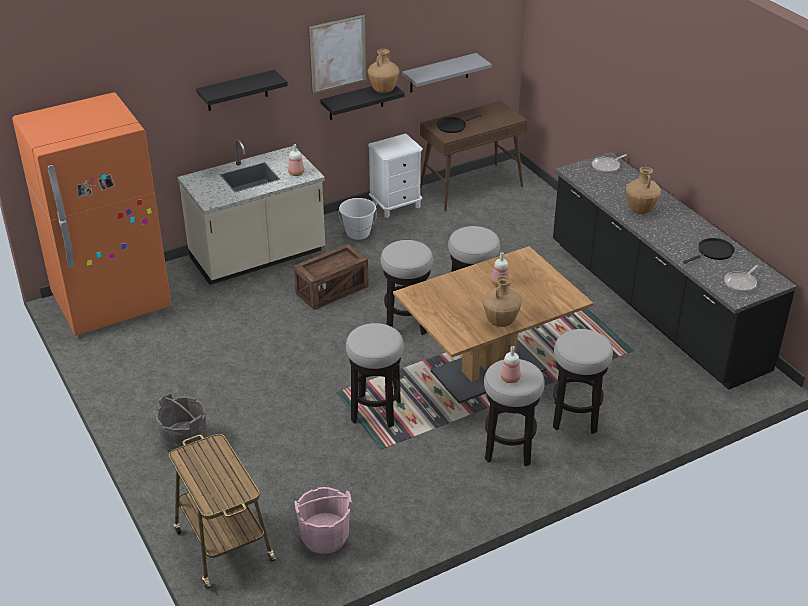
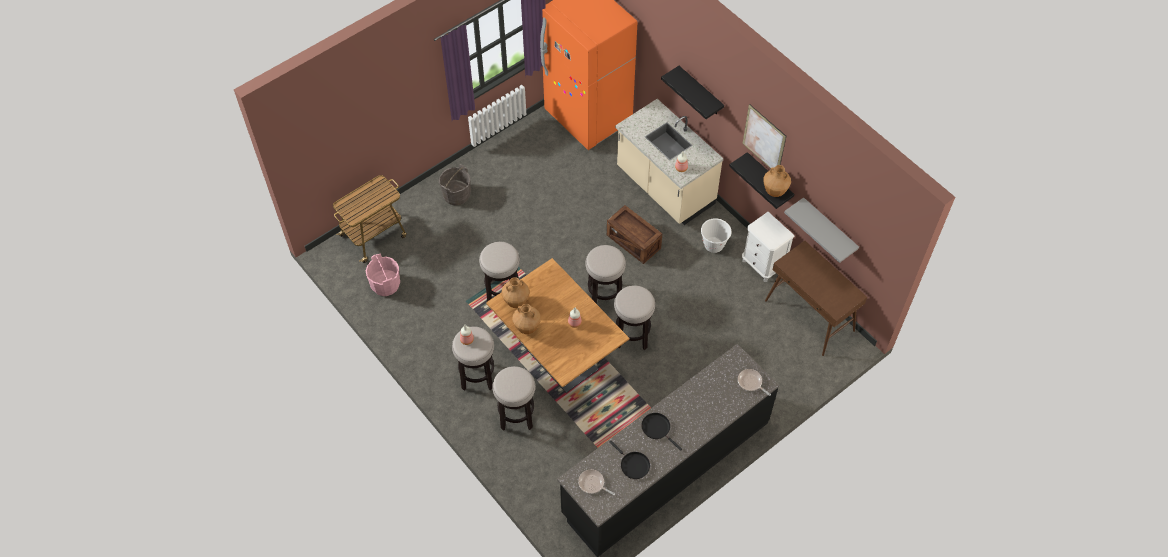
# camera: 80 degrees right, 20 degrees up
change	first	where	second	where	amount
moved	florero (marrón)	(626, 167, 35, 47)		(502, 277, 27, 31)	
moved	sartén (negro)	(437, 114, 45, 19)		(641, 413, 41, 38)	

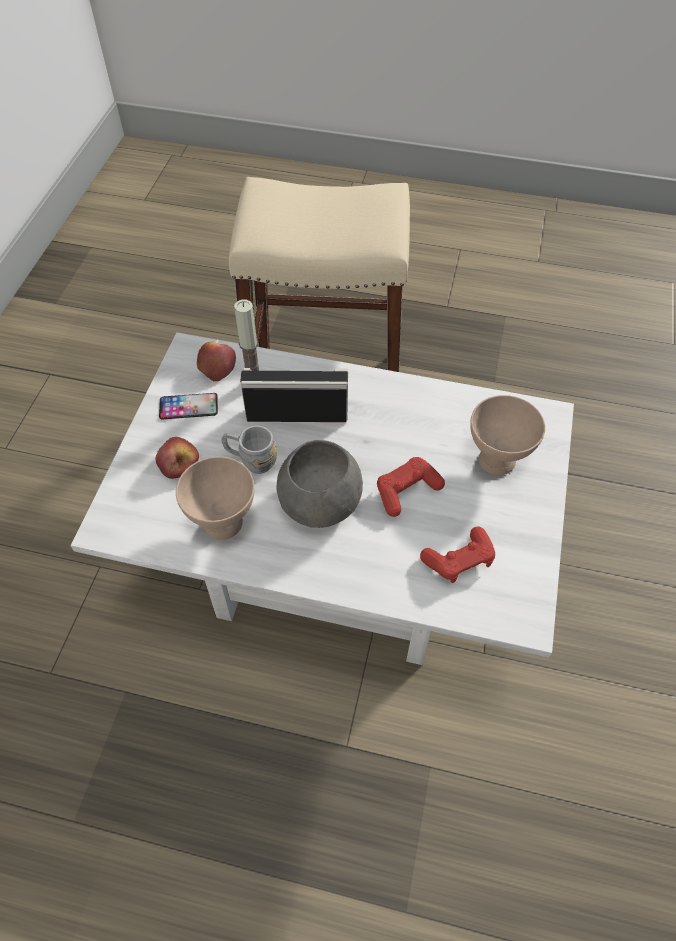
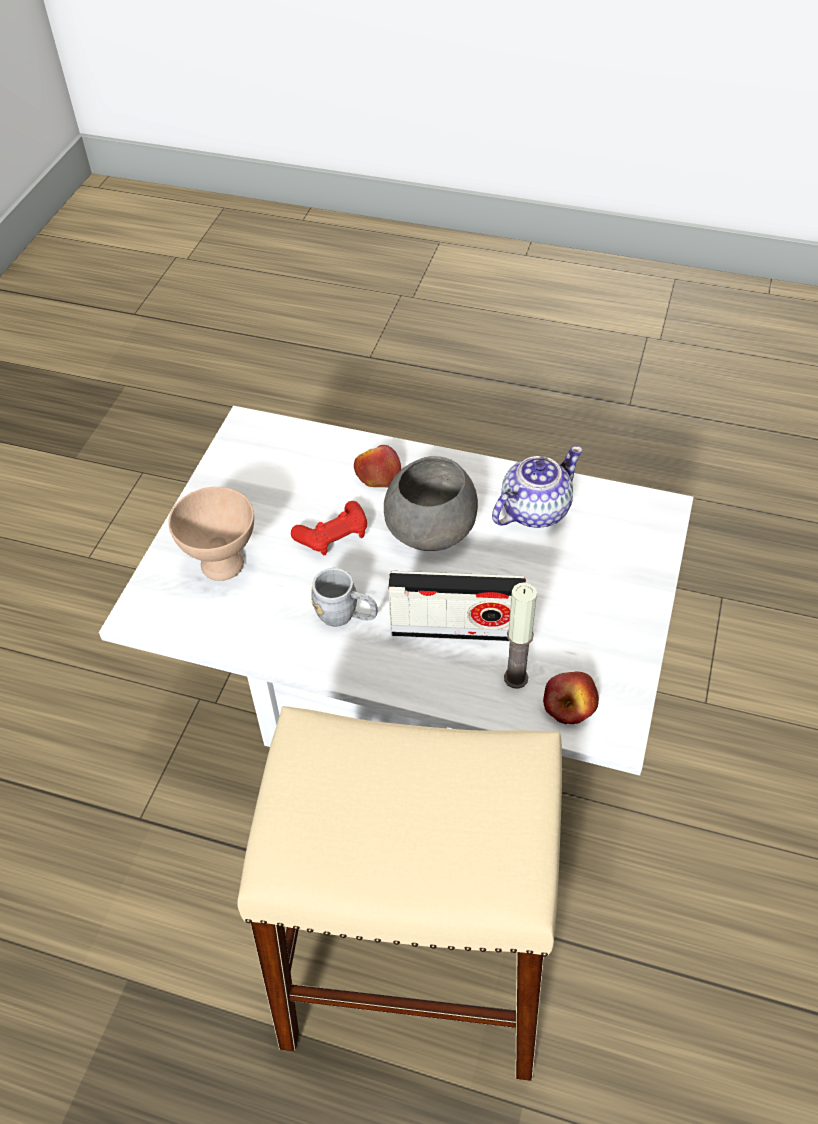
# camera: 175 degrees left, 5 degrees down
change	first	where	second	where	amount
moved	taza grande (gris)	(221, 426, 56, 48)		(311, 568, 67, 59)	
moved	manzana	(156, 437, 43, 42)		(354, 445, 47, 43)	
replaced	cuenco (beis)	(176, 457, 79, 83)	tetera	(492, 446, 91, 82)	
removed	móvil	(159, 393, 59, 26)			
removed	mando de consola (rojo)	(420, 526, 75, 57)			

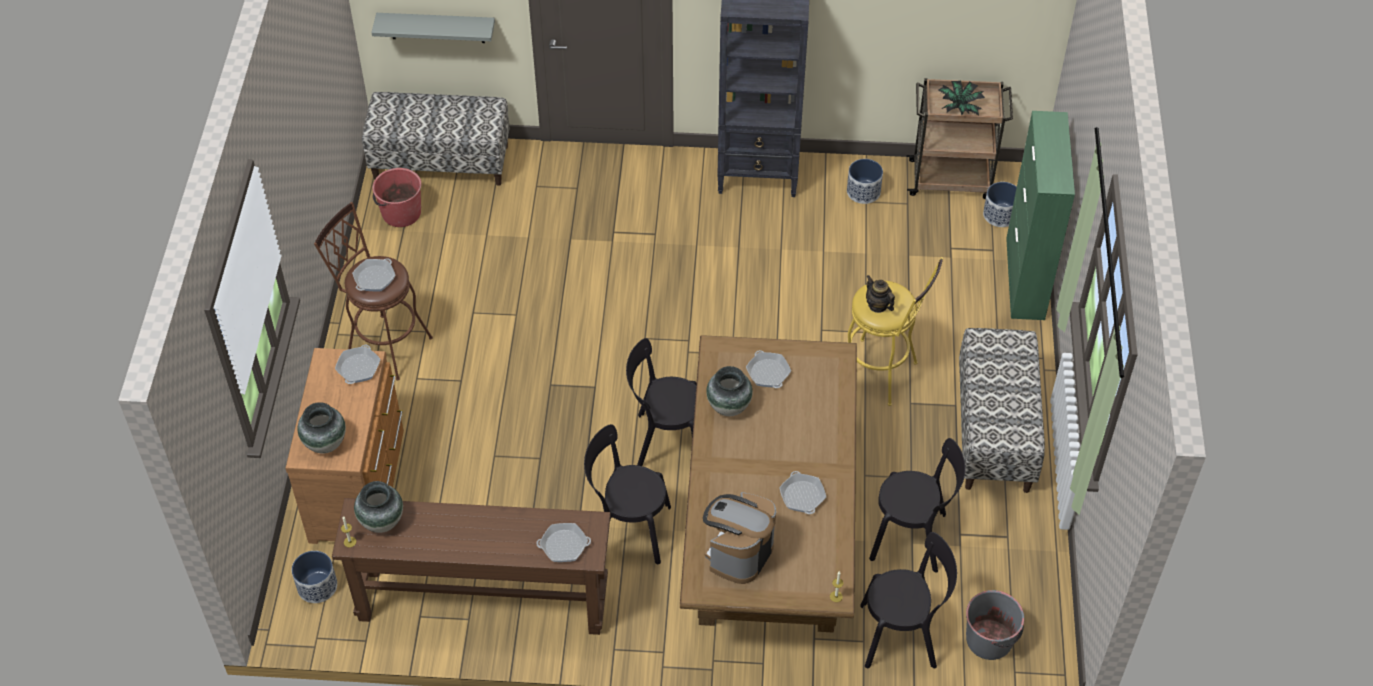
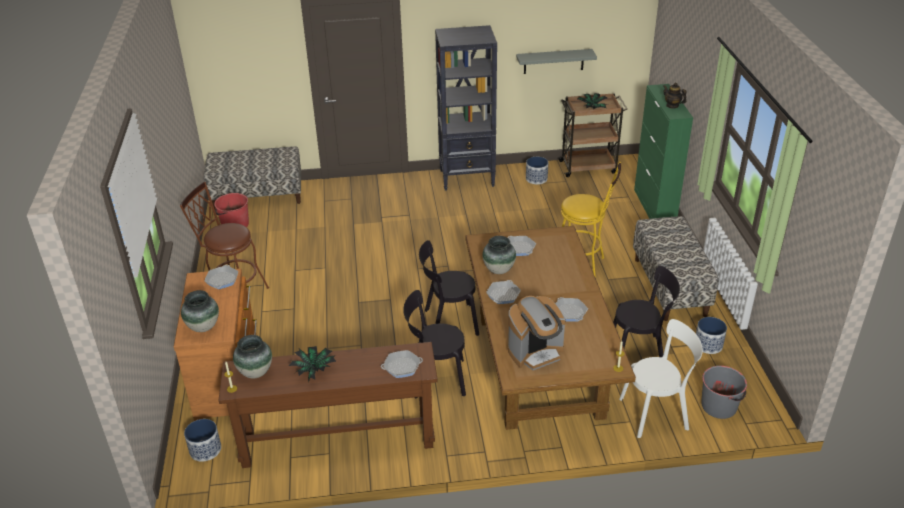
# camera: 10 degrees left, 15 degrees down
change	first	where	second	where	amount
added			planta en maceta	(289, 346, 47, 36)	
moved	sartén	(352, 259, 44, 33)		(486, 280, 35, 24)	
turned	cafetera	(703, 492, 73, 92)		(508, 296, 58, 74)	135 degrees counterclockwise
moved	estante (gris)	(371, 13, 124, 30)		(516, 49, 81, 25)	
recoloured	silla (negro)	(860, 532, 97, 137)	silla (blanco)	(619, 319, 84, 119)	
moved	tetera	(866, 275, 29, 38)		(663, 83, 23, 26)	
moved	maceta	(983, 182, 34, 45)		(696, 317, 31, 37)	

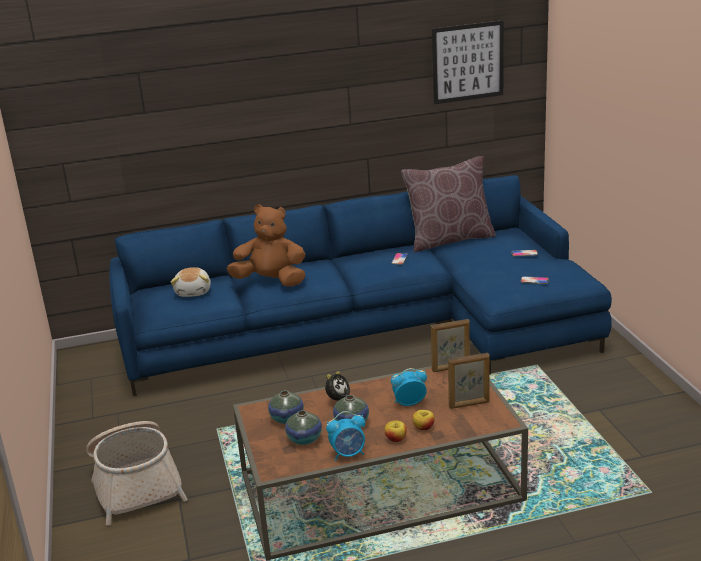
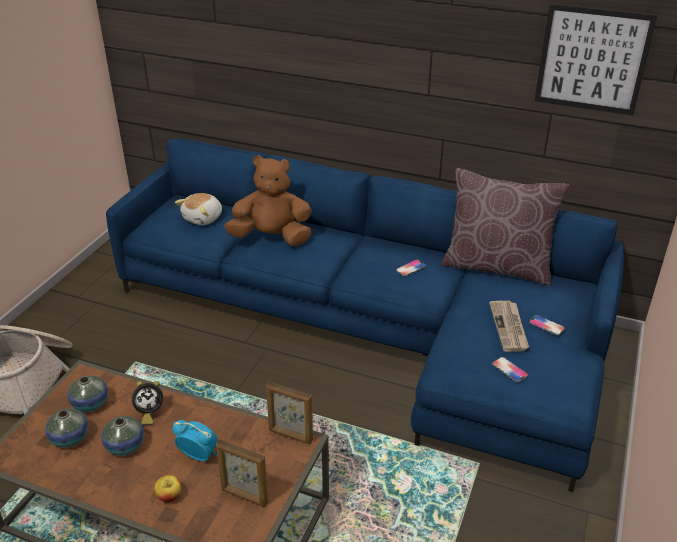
# camera: 35 degrees right, 10 degrees up
change	first	where	second	where	amount
turned	peluche (marrón)	(227, 204, 78, 83)		(224, 155, 88, 91)	45 degrees counterclockwise
added			periódico	(489, 301, 40, 51)	
removed	despertador	(326, 411, 39, 50)			
removed	manzana	(385, 420, 22, 22)			

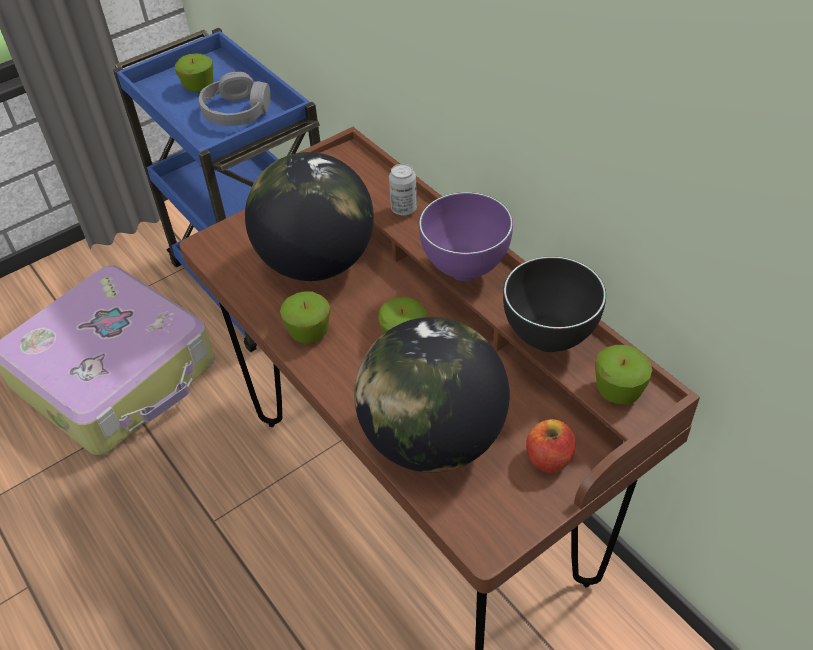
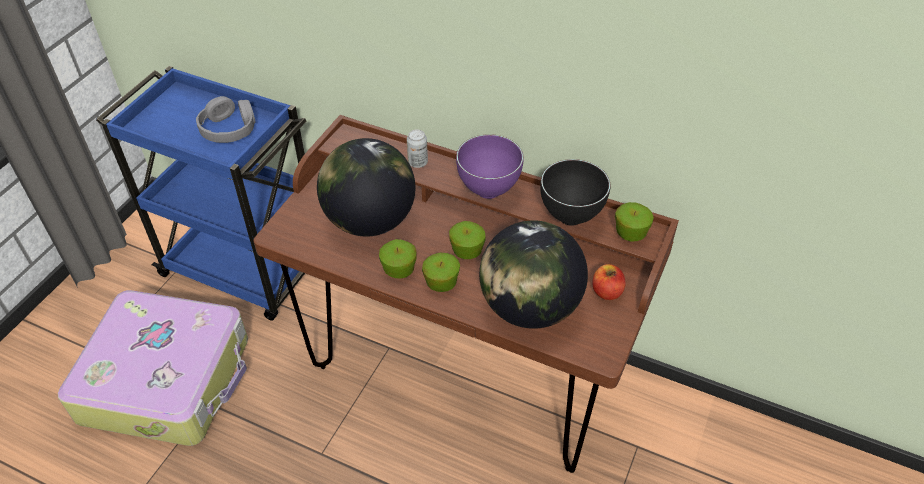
# camera: 30 degrees left, 0 degrees up
change	first	where	second	where	amount
moved	manzana	(175, 54, 39, 39)		(422, 253, 38, 39)	

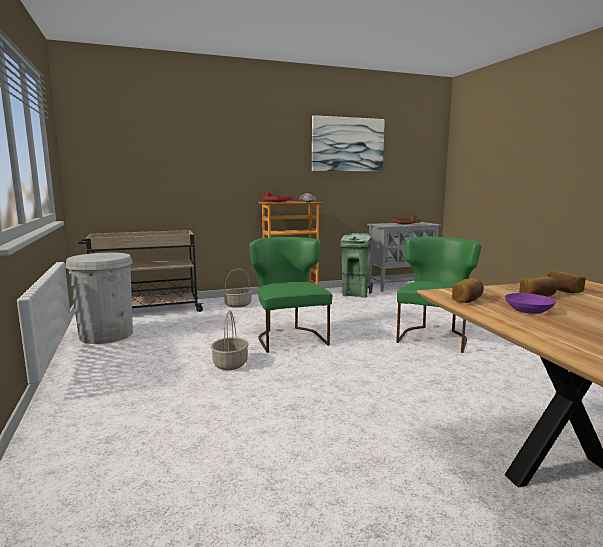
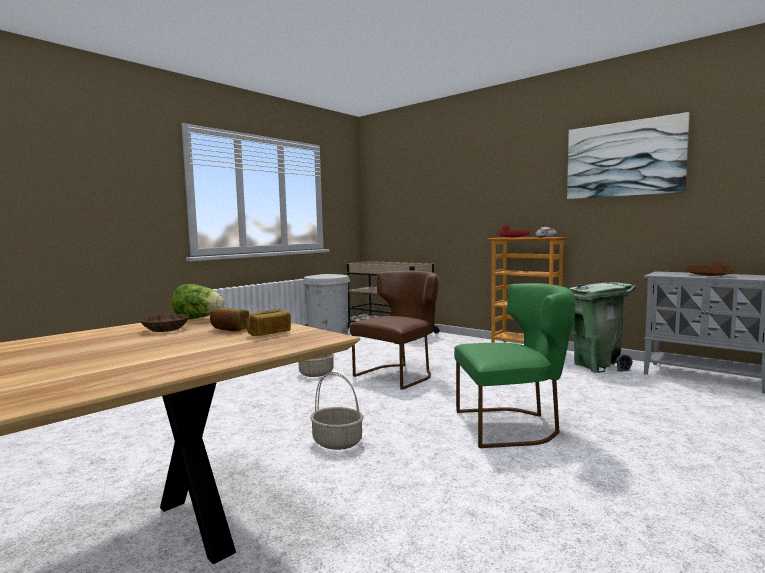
# camera: 60 degrees right, 5 degrees down
change	first	where	second	where	amount
recoloured	cuenco (morado)	(505, 293, 51, 21)	cuenco (marrón)	(140, 314, 49, 18)	
replaced	pan	(452, 278, 32, 25)	lechuga	(172, 284, 53, 35)	
moved	cesta	(223, 268, 29, 40)		(310, 372, 53, 78)	
recoloured	silla (verde)	(249, 237, 84, 116)	silla (marrón)	(350, 270, 89, 120)	

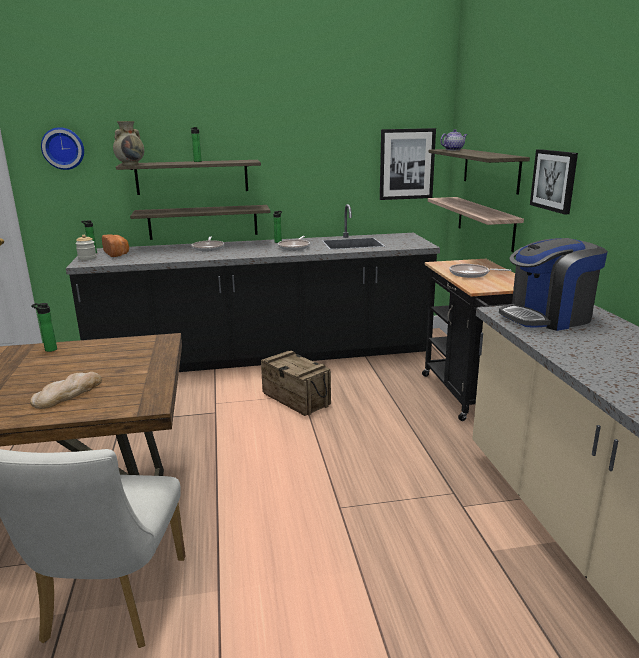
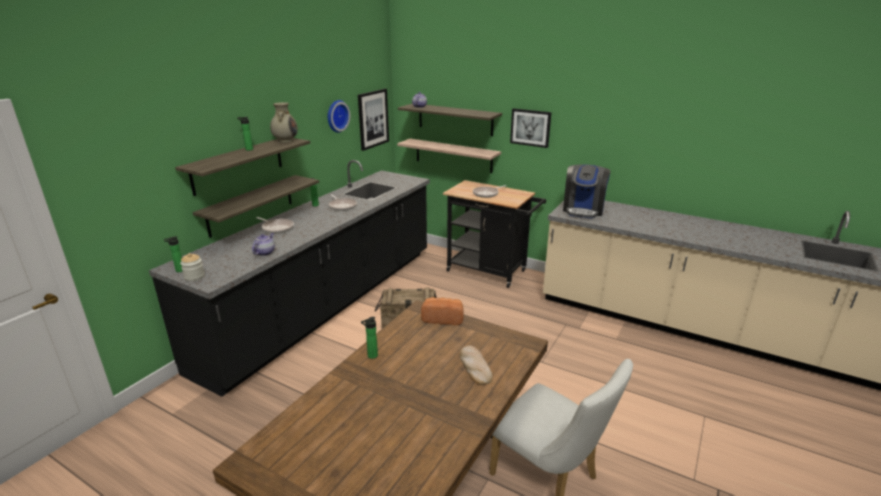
# camera: 50 degrees left, 5 degrees up
change	first	where	second	where	amount
added			tetera	(252, 233, 23, 23)	
moved	florero (beis)	(113, 121, 31, 44)		(270, 102, 28, 41)	
moved	reloj de pared	(41, 127, 43, 43)		(328, 100, 22, 33)	
moved	pan	(102, 234, 27, 23)		(421, 297, 43, 28)	

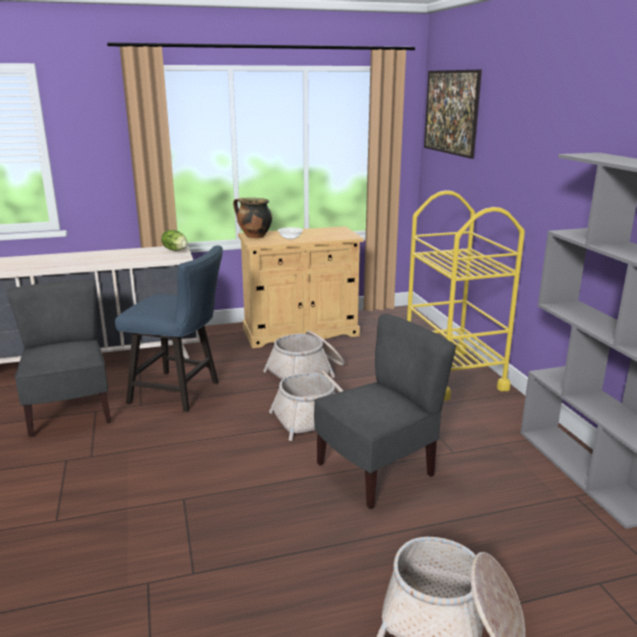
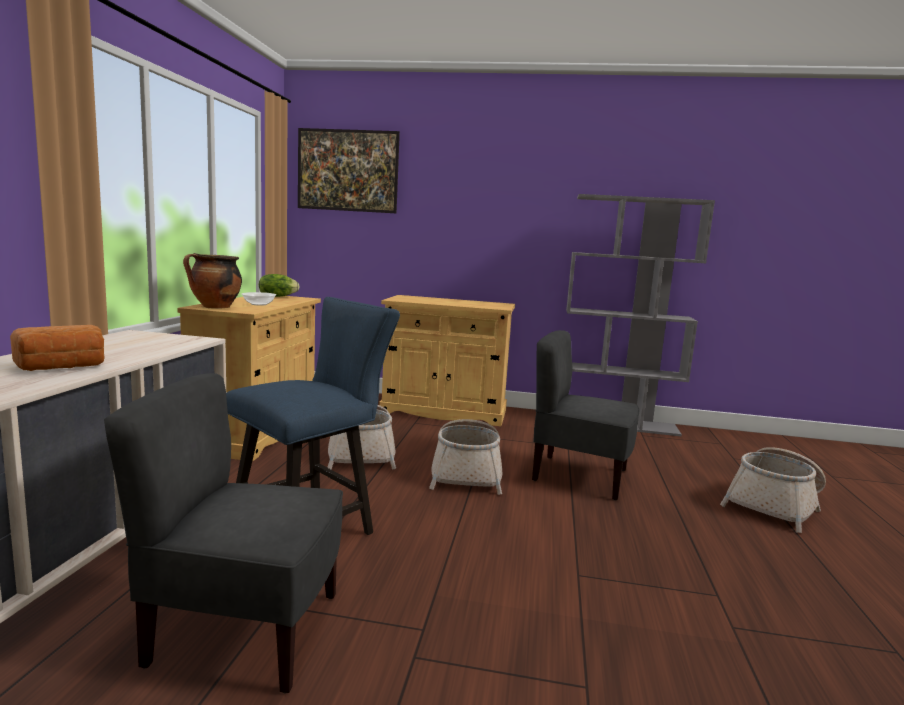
# camera: 65 degrees left, 10 degrees down
change	first	where	second	where	amount
added			pan	(10, 325, 95, 46)	
moved	lechuga	(161, 230, 27, 21)		(259, 274, 41, 23)	
replaced	carrito (amarillo)	(407, 190, 118, 211)	armario (beis)	(379, 295, 136, 131)	
turned	silla (gris)	(314, 314, 142, 195)		(532, 330, 108, 170)	60 degrees counterclockwise

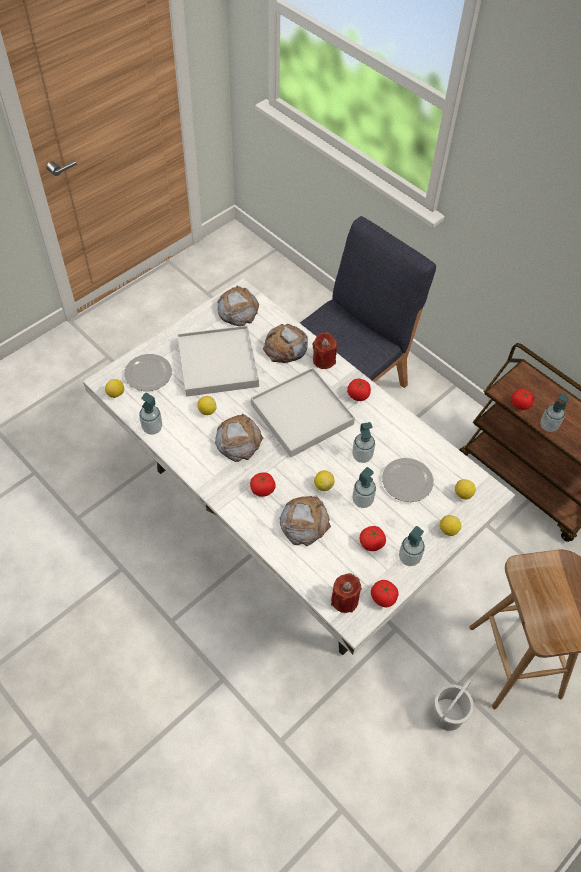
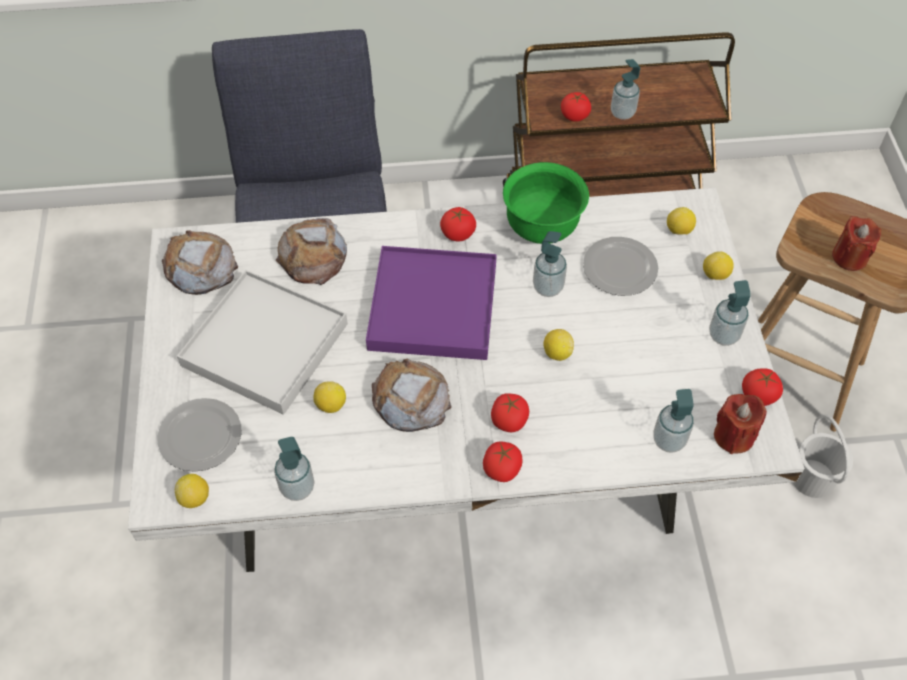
# camera: 50 degrees left, 0 degrees up
change	first	where	second	where	amount
recoloured	bandeja (blanco)	(251, 368, 104, 89)	bandeja (morado)	(366, 246, 131, 114)	
moved	tomate	(360, 526, 26, 25)		(483, 442, 40, 40)	
added			cuenco (verde)	(503, 162, 86, 82)	
moved	dispensador de jabón	(352, 467, 24, 41)		(653, 389, 41, 64)	
moved	vela (rojo)	(313, 332, 24, 37)		(832, 216, 49, 55)	
removed	pan	(279, 496, 52, 50)			

